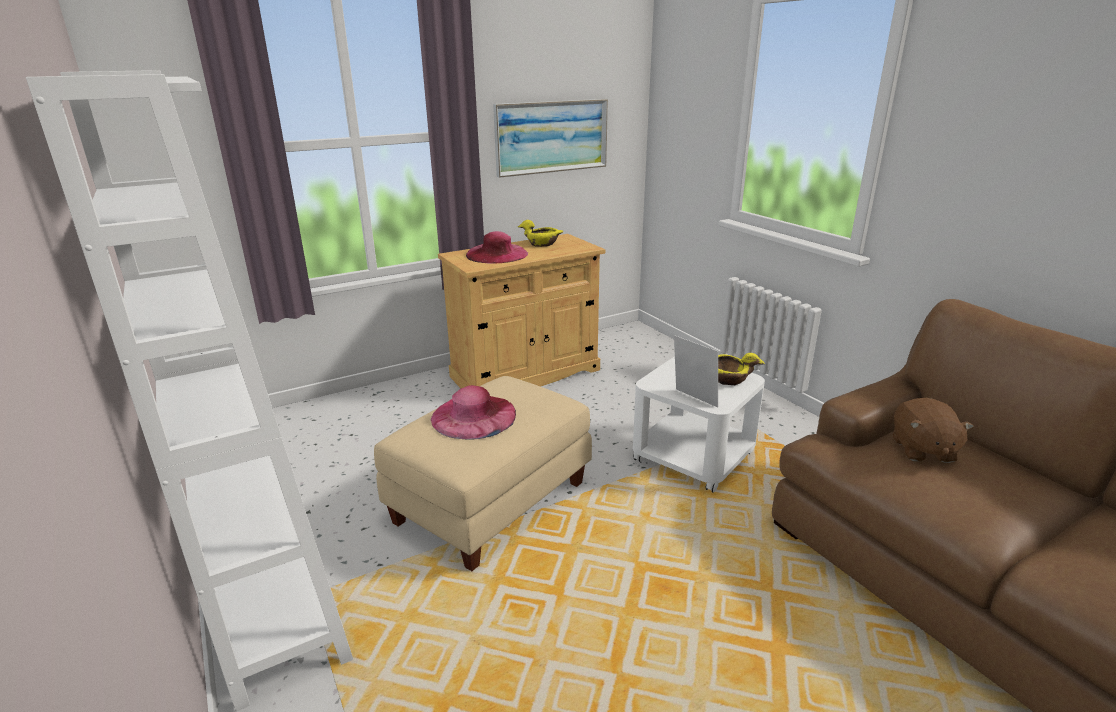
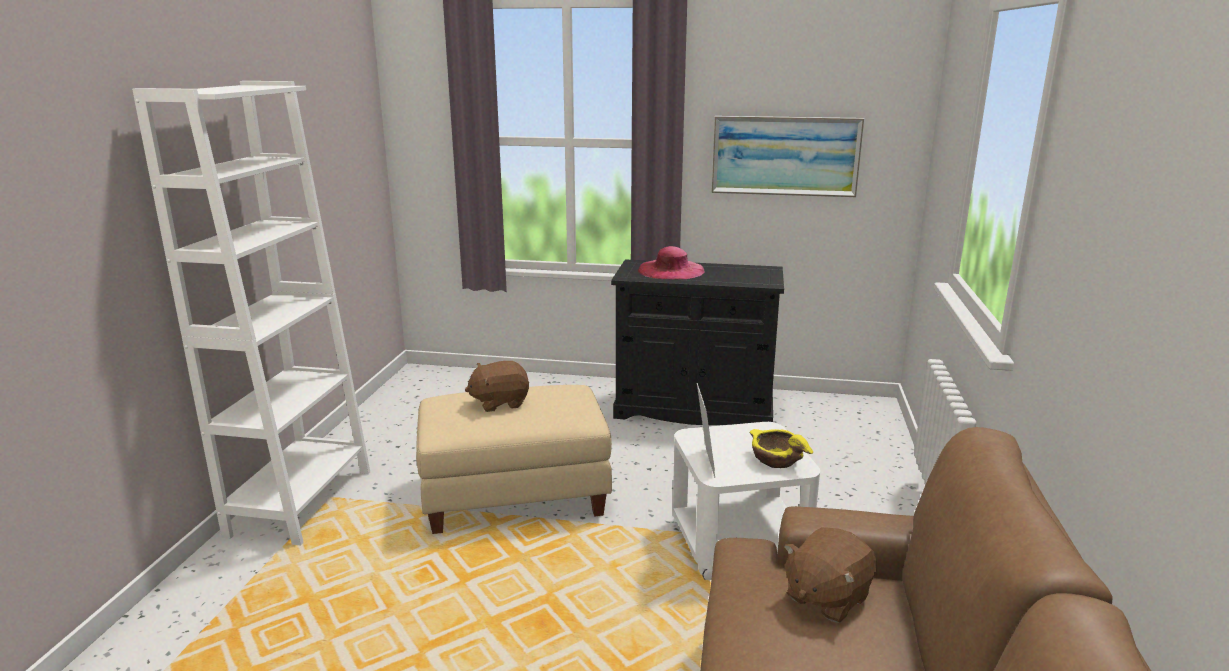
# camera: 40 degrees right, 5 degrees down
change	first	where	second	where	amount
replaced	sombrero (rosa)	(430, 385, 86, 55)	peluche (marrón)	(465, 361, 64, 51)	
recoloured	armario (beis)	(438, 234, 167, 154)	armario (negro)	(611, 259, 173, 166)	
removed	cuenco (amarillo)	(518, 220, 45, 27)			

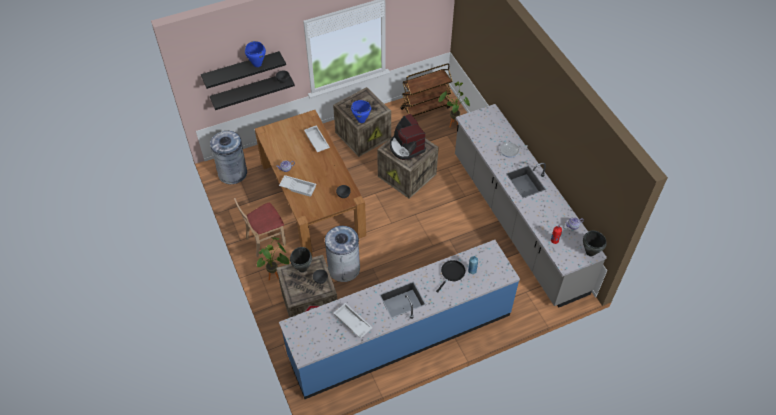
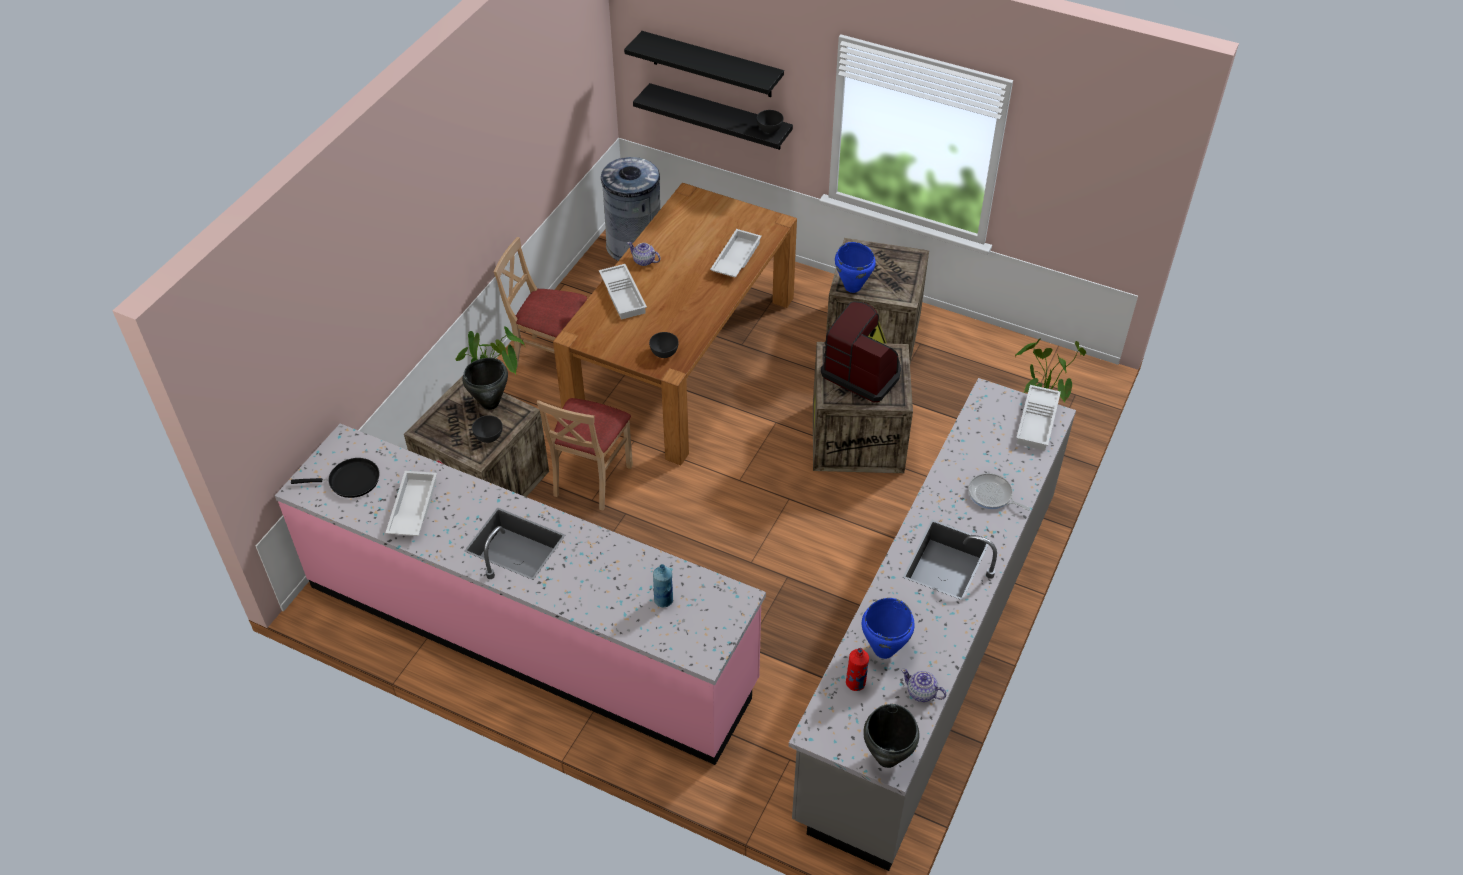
# camera: 50 degrees right, 5 degrees down
change	first	where	second	where	amount
recoloured	mueble bajo de cocina (azul)	(279, 240, 241, 159)	mueble bajo de cocina (rosa)	(275, 423, 491, 342)	
moved	sartén (negro)	(436, 260, 30, 33)		(291, 458, 88, 40)	
replaced	papelera (gris)	(325, 226, 35, 56)	silla (beis)	(537, 398, 96, 112)	
turned	cafetera	(390, 114, 36, 46)		(821, 301, 80, 102)	105 degrees clockwise
moved	olla (azul)	(245, 41, 21, 26)		(862, 598, 53, 61)	
added			bandeja (blanco)	(1016, 385, 45, 66)	
removed	carrito (marrón)	(401, 63, 52, 53)			

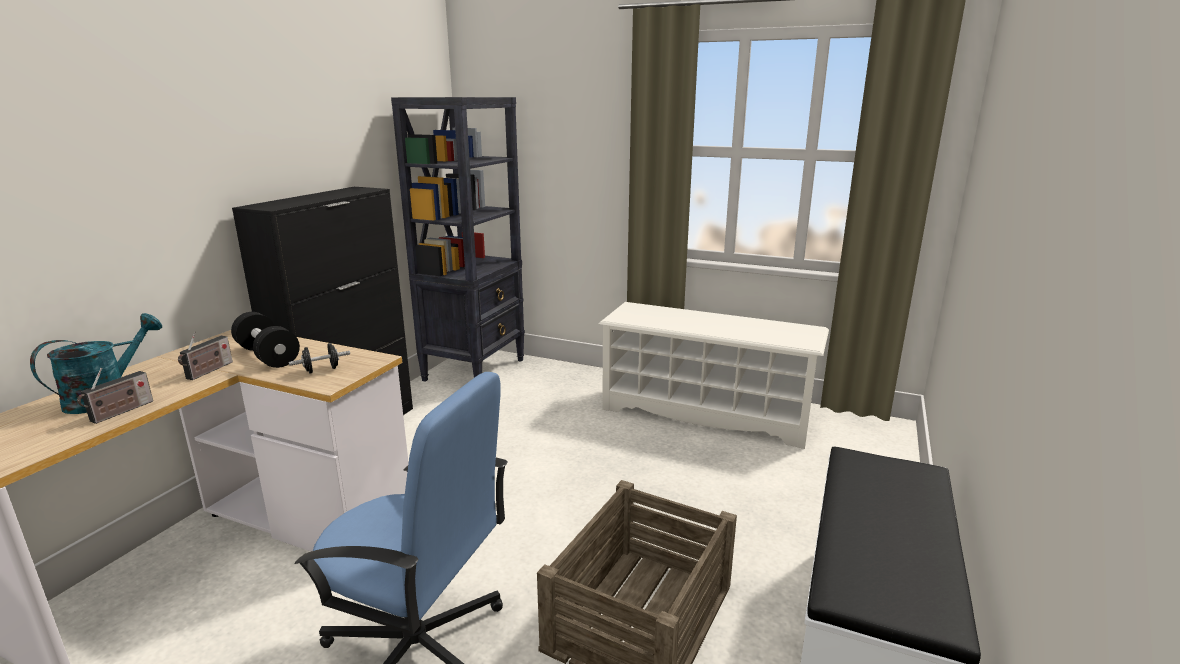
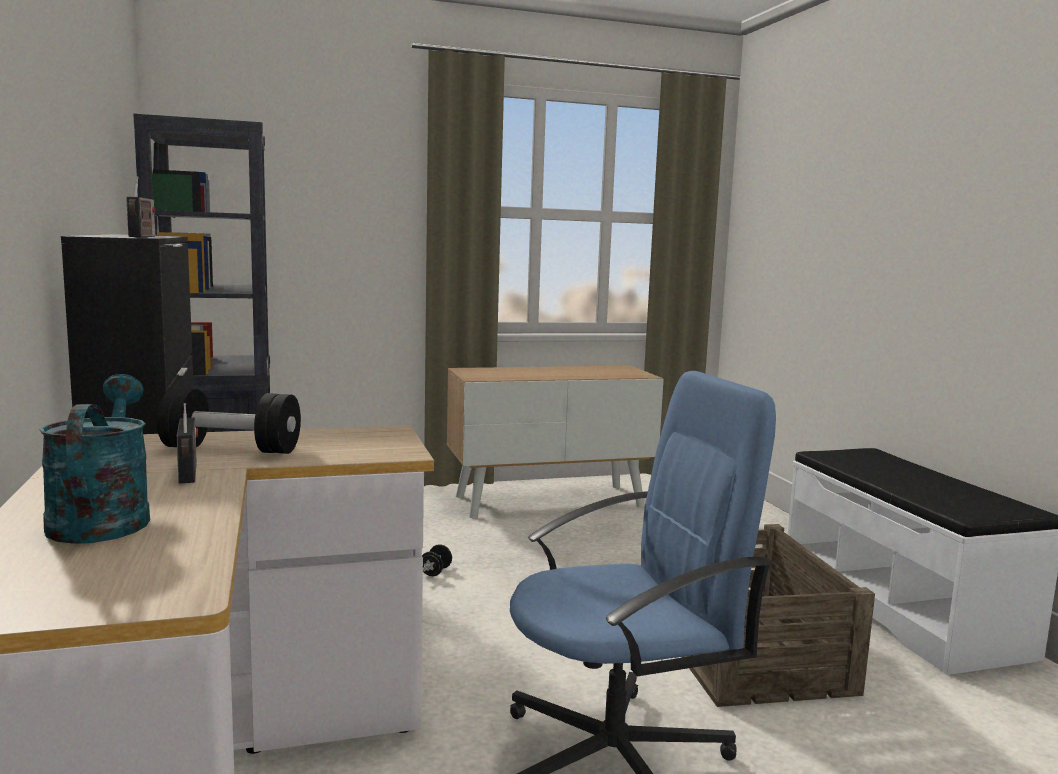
# camera: 40 degrees left, 10 degrees down
change	first	where	second	where	amount
moved	radio	(77, 368, 76, 56)		(126, 176, 29, 61)	
moved	mancuerna (negro)	(289, 343, 61, 31)		(422, 544, 30, 32)	
replaced	zapatero (blanco)	(599, 302, 230, 147)	armario	(447, 366, 217, 152)	

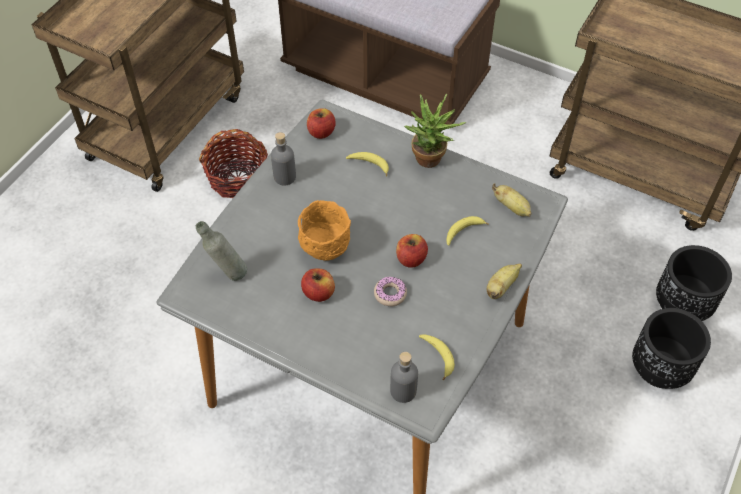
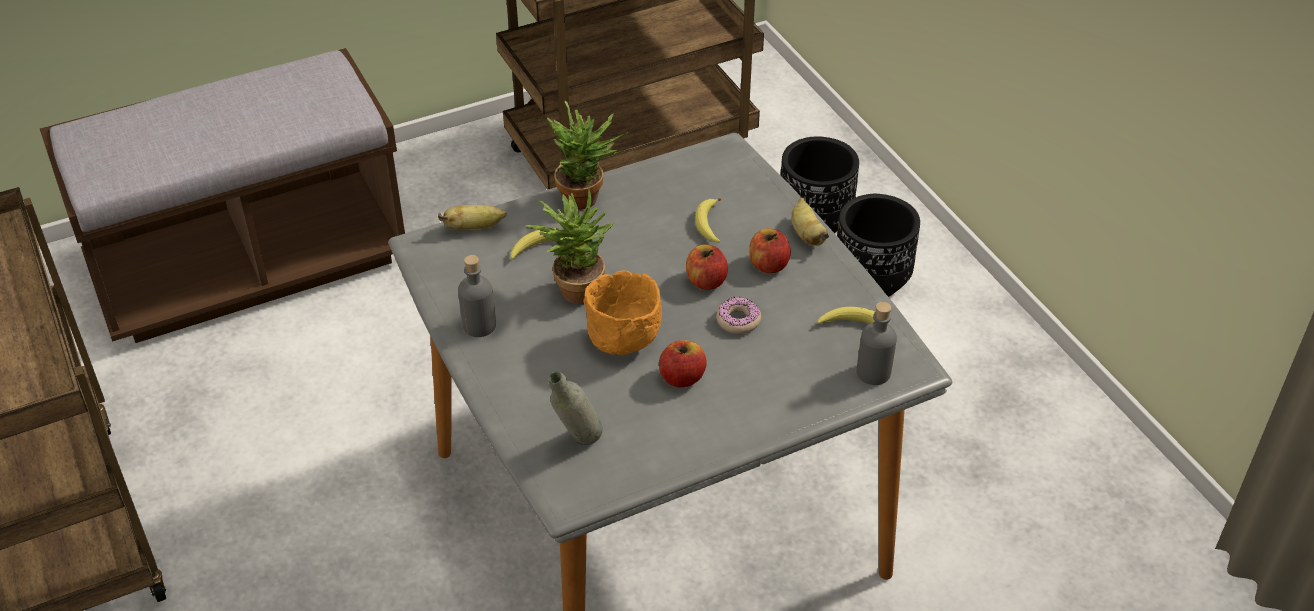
# camera: 55 degrees left, 10 degrees down
change	first	where	second	where	amount
moved	plátano	(492, 183, 39, 34)		(438, 205, 69, 25)	
added			planta en maceta	(525, 186, 89, 118)	
moved	manzana	(307, 108, 29, 31)		(749, 228, 42, 45)	
removed	cesta	(199, 129, 69, 69)			

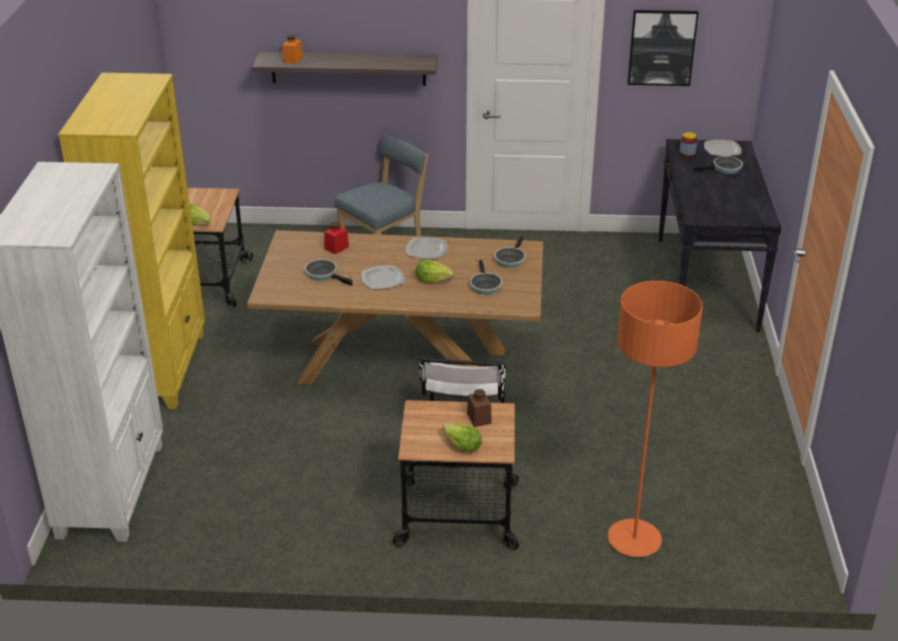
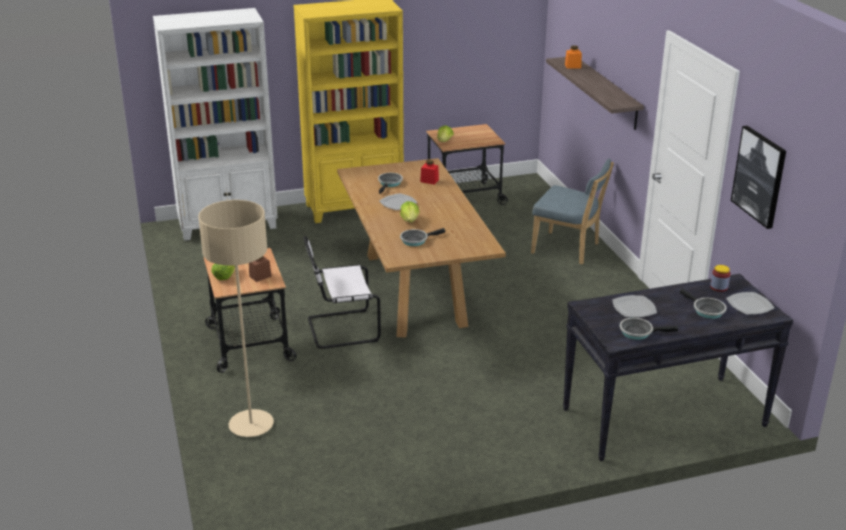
# camera: 70 degrees right, 5 degrees down
change	first	where	second	where	amount
recoloured	lámpara de pie (naranja)	(607, 281, 96, 276)	lámpara de pie (beis)	(198, 200, 76, 237)	
moved	plato	(406, 237, 42, 22)		(612, 295, 45, 22)	
moved	sartén	(494, 236, 32, 32)		(620, 318, 58, 22)	

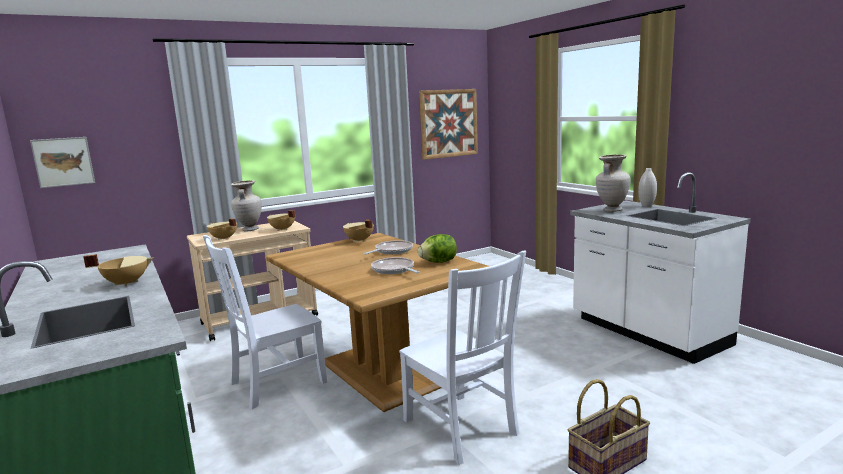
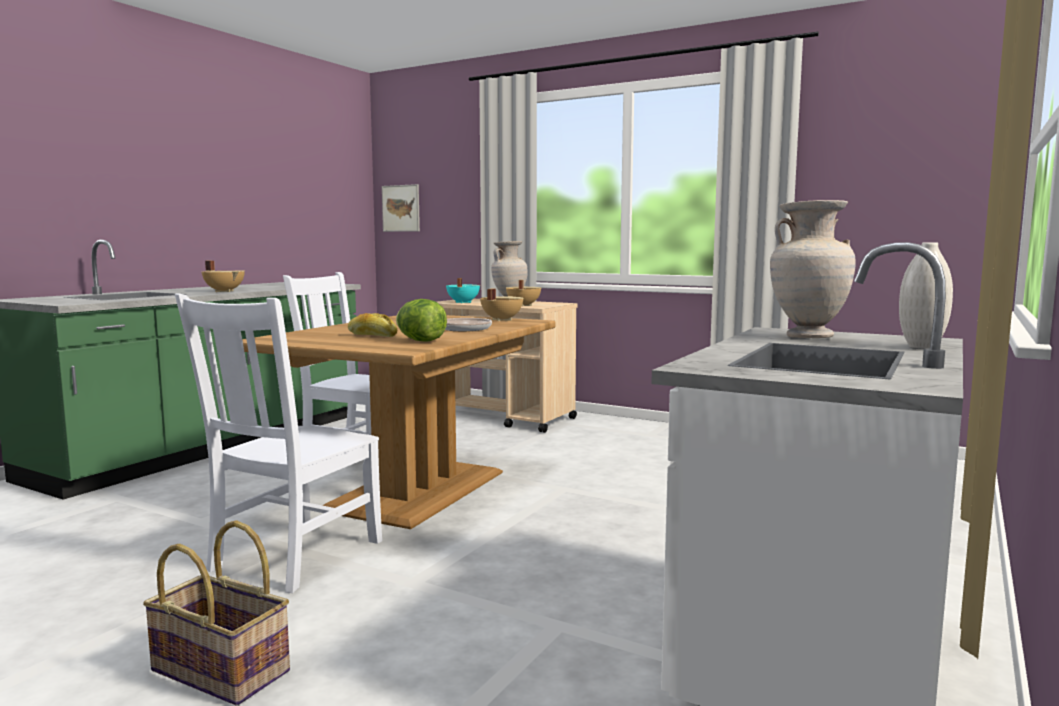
# camera: 60 degrees right, 5 degrees down
change	first	where	second	where	amount
replaced	sartén	(371, 257, 49, 17)	pan	(348, 313, 49, 24)	
recoloured	olla (beis)	(207, 218, 30, 22)	olla (turquesa)	(446, 278, 34, 25)	
removed	cuadro	(419, 89, 59, 71)			

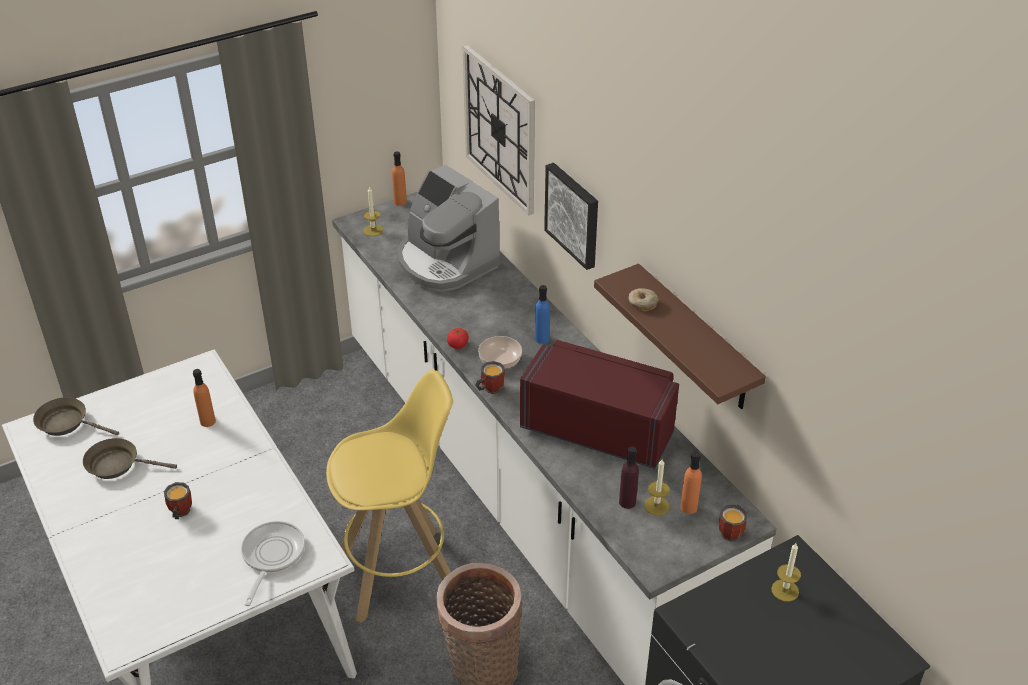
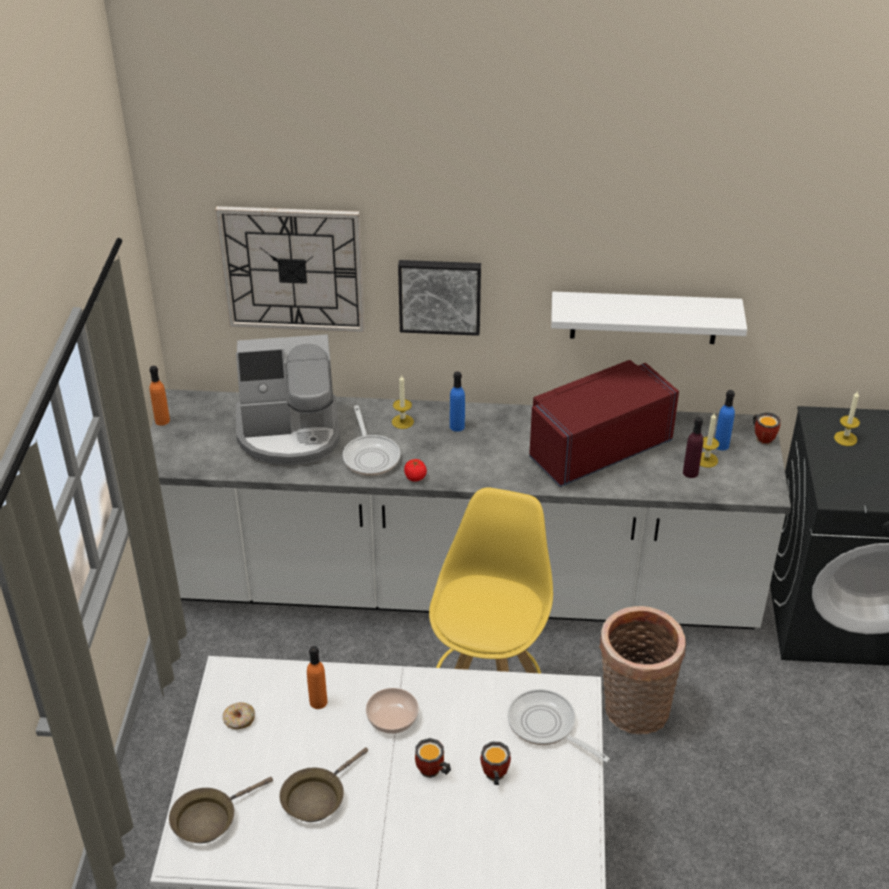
# camera: 55 degrees left, 0 degrees up
change	first	where	second	where	amount
moved	rosquilla	(628, 288, 31, 24)		(222, 702, 33, 27)	
added			sartén	(343, 405, 57, 71)	
moved	cuenco	(478, 336, 44, 33)		(366, 688, 53, 46)	
moved	vela	(364, 186, 19, 50)		(392, 375, 22, 54)	
moved	taza grande	(475, 361, 30, 33)		(480, 742, 31, 43)	
recoloured	estante (marrón)	(594, 264, 172, 145)	estante (blanco)	(551, 291, 196, 53)	
recoloured	botella (naranja)	(680, 452, 22, 62)	botella (azul)	(715, 390, 20, 60)	

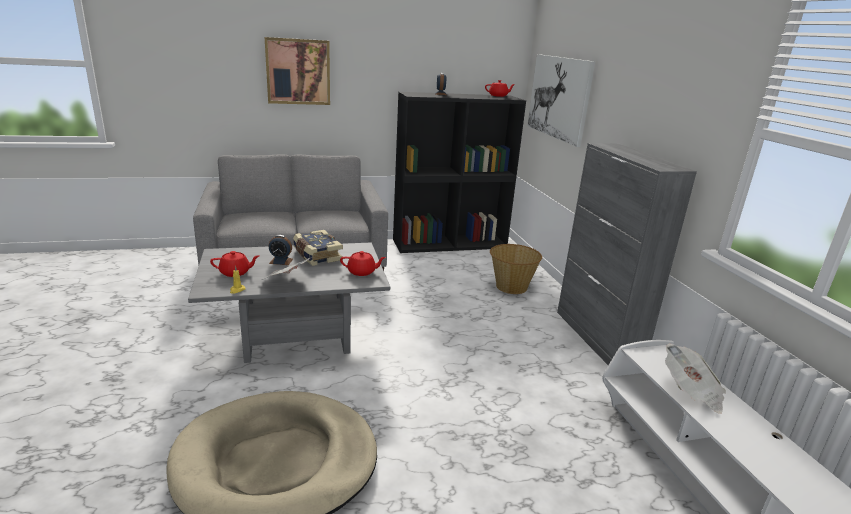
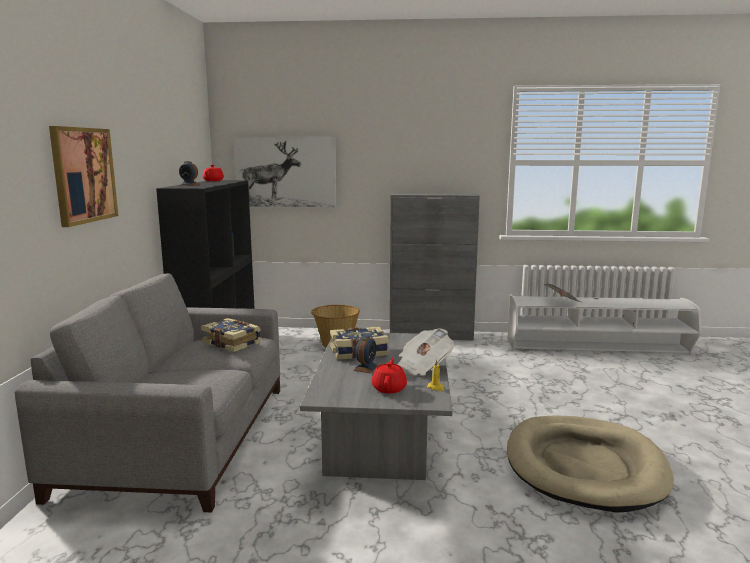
# camera: 70 degrees left, 10 degrees down
change	first	where	second	where	amount
added			libro	(201, 318, 60, 34)	
removed	tetera (rojo)	(340, 251, 46, 25)			

